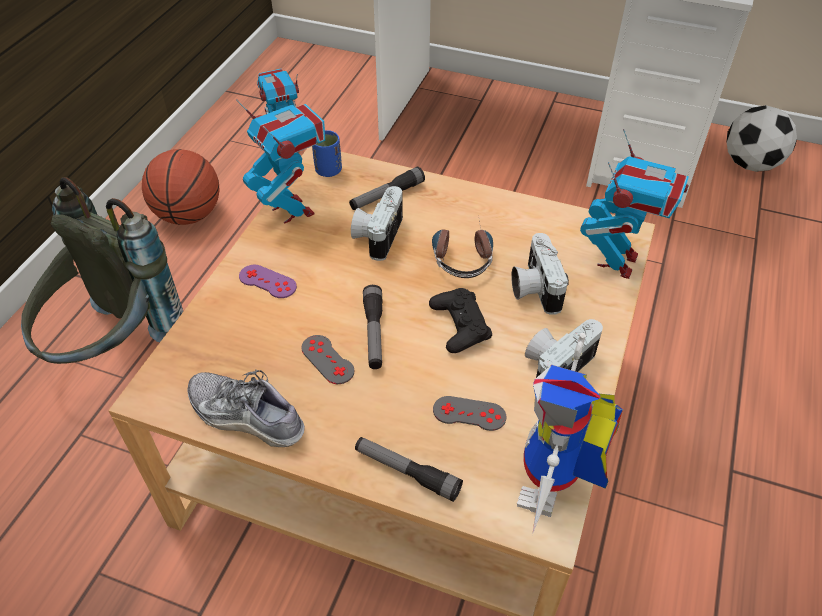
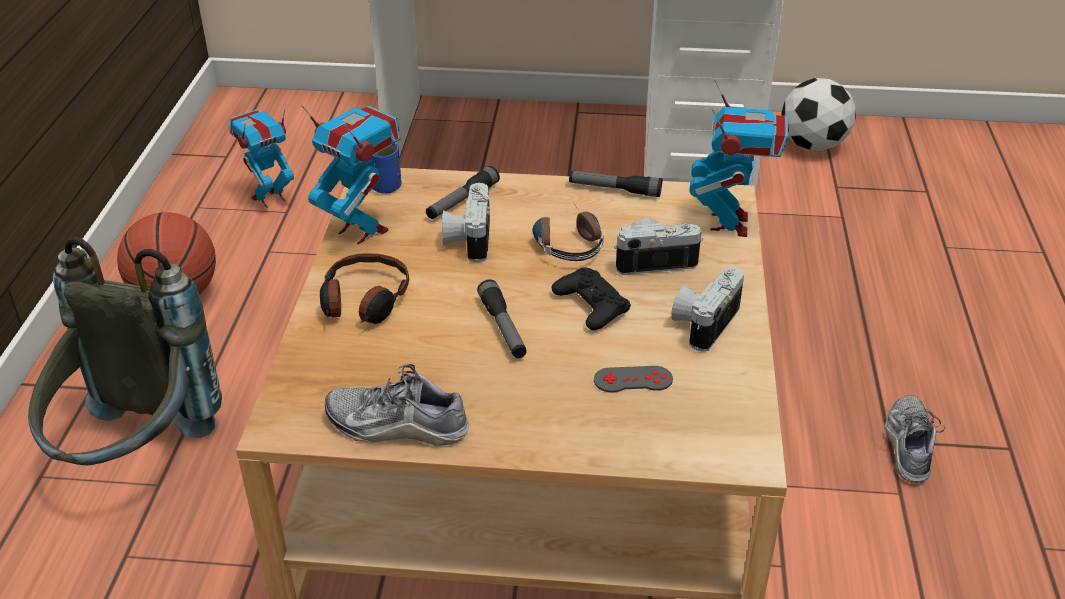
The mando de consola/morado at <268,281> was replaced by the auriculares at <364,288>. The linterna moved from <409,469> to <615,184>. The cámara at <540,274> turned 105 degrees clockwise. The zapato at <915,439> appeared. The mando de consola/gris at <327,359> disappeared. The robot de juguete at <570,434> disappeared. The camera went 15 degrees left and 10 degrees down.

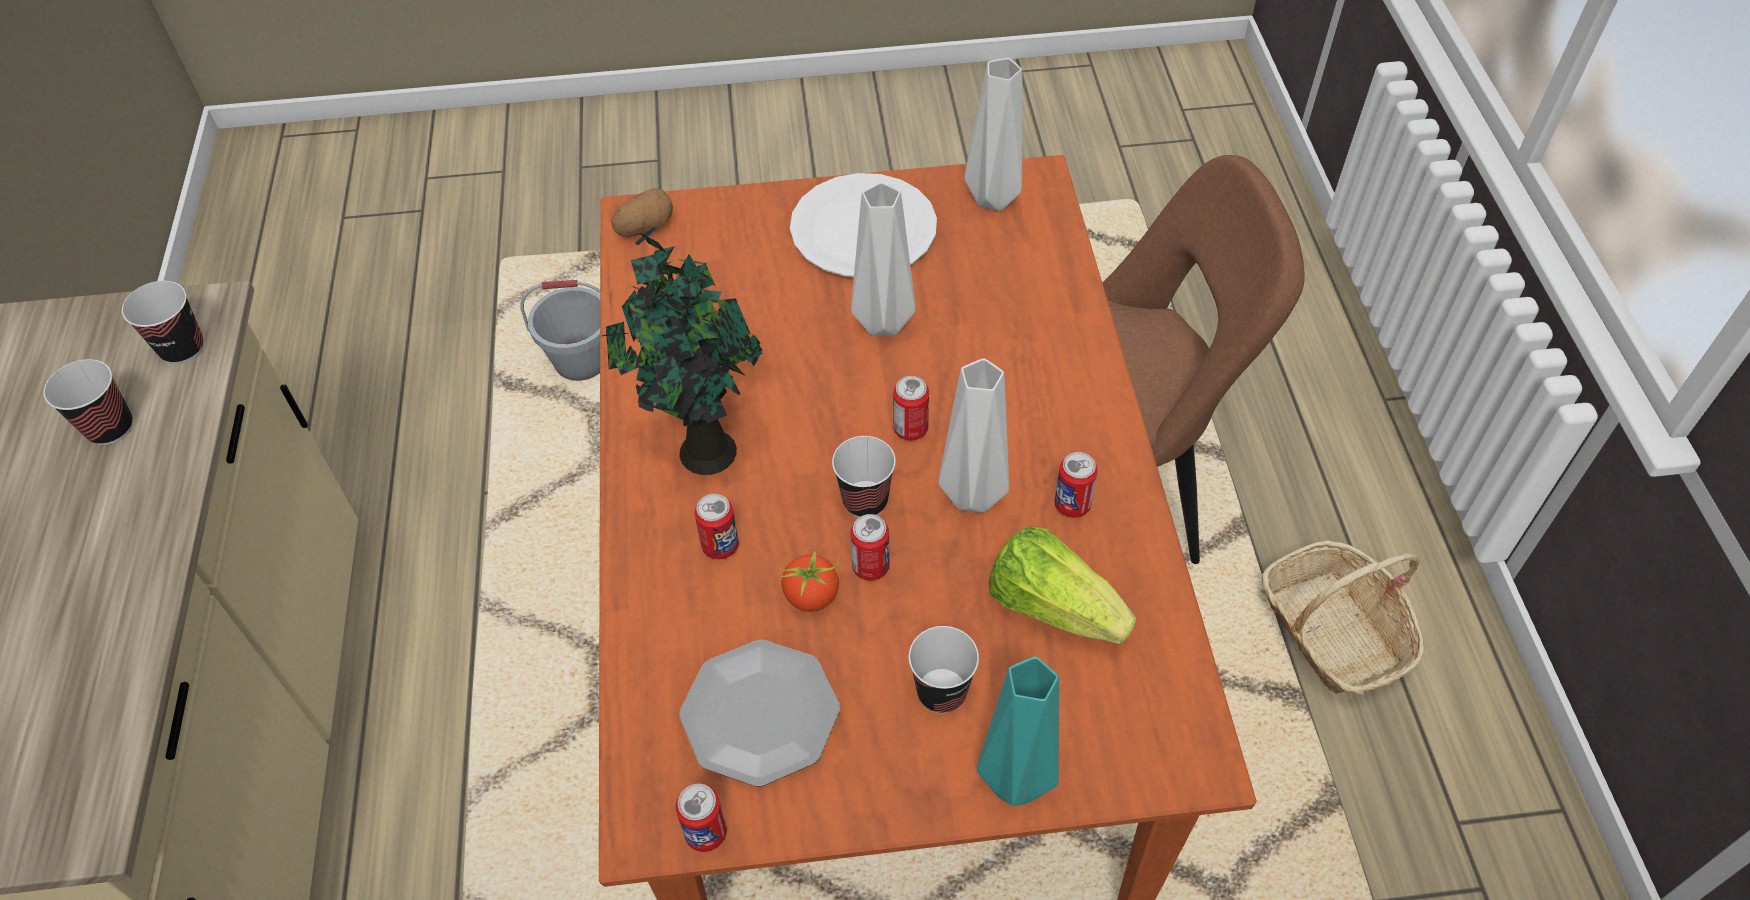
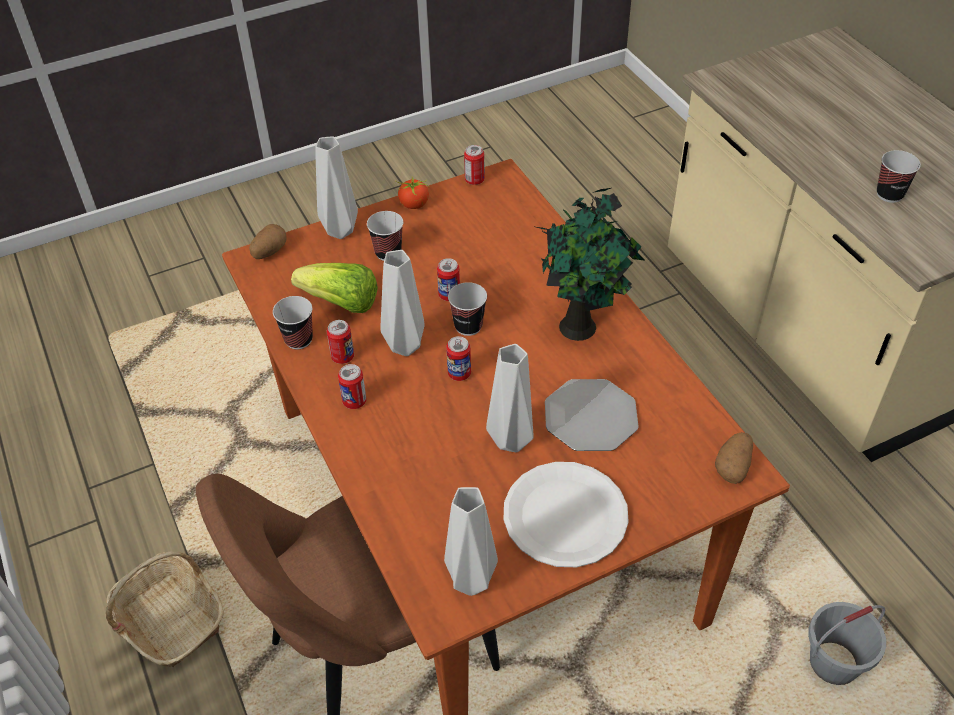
The patata at <268,241> appeared. The taza moved from <163,322> to <293,322>. The florero/turquesa at <1018,731> became the florero/gris at <336,187>. The lata moved from <716,527> to <352,386>. The tomate moved from <809,579> to <412,193>. The plato moved from <759,713> to <592,415>. The camera went 160 degrees right and 5 degrees down.

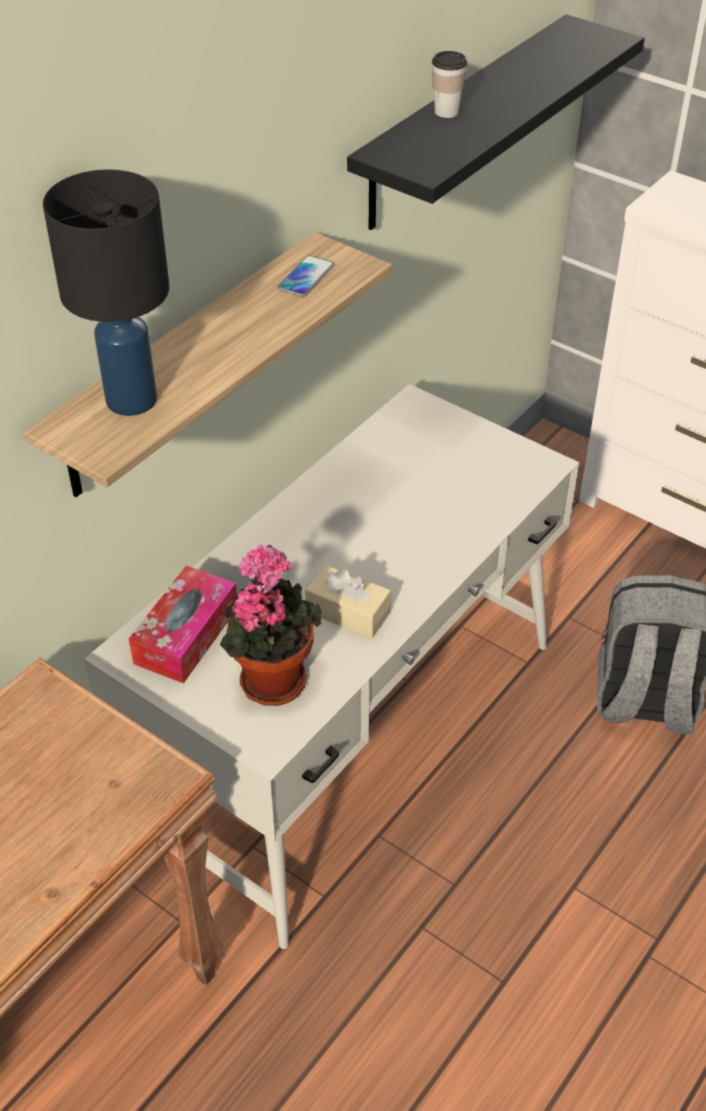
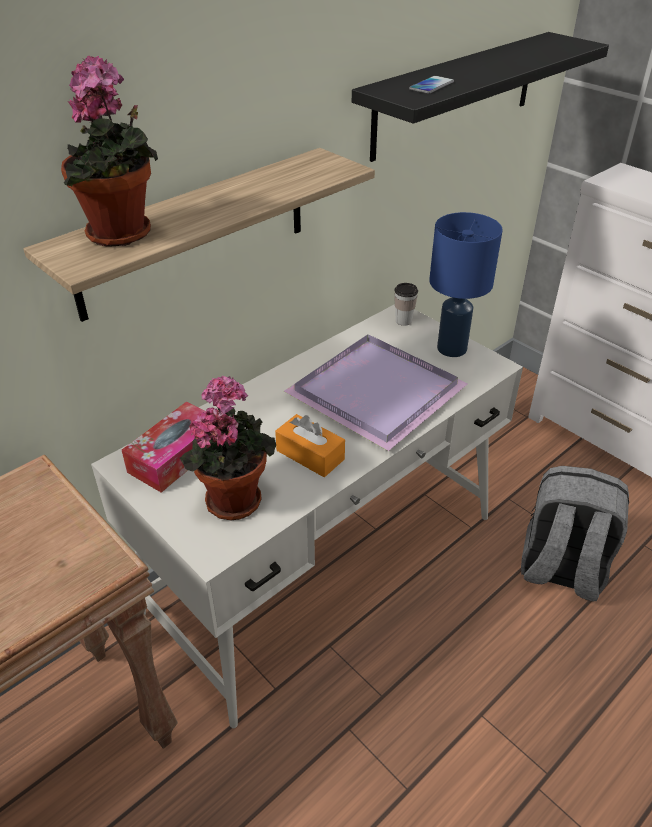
The lámpara de mesa/negro at <106,292> was replaced by the planta en maceta at <109,151>. The caja de pañuelos/beis at <348,602> became the caja de pañuelos/naranja at <310,445>. The bandeja/morado at <375,392> appeared. The taza moved from <449,84> to <406,304>. The móvil moved from <306,276> to <431,85>. The lámpara de mesa/azul at <466,284> appeared. The camera went 10 degrees right and 5 degrees down.

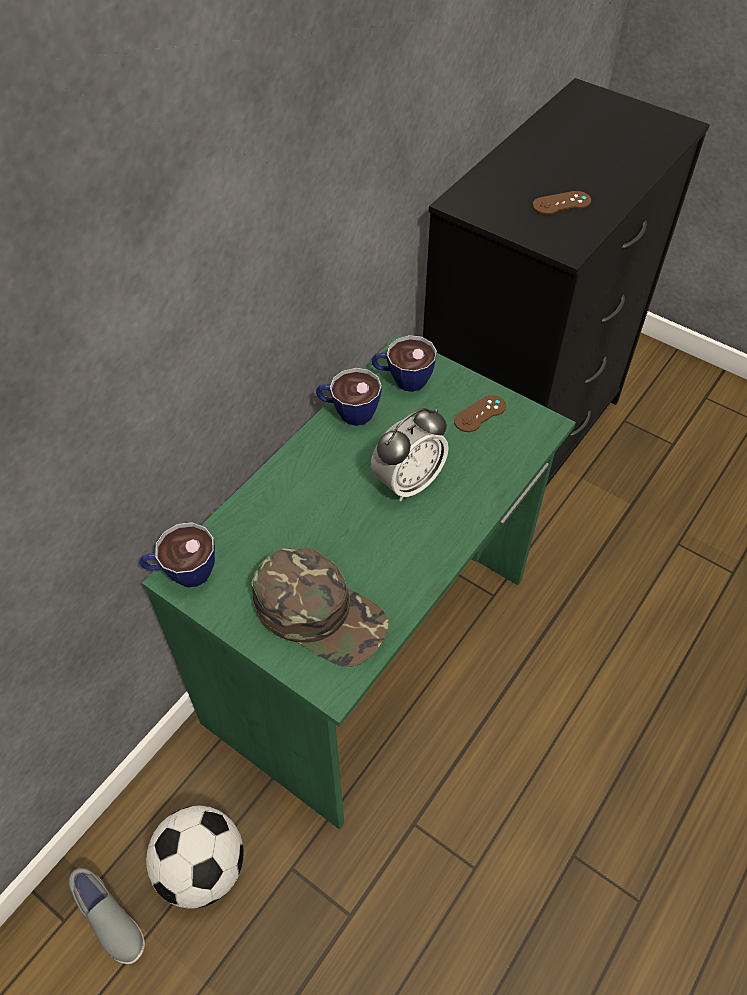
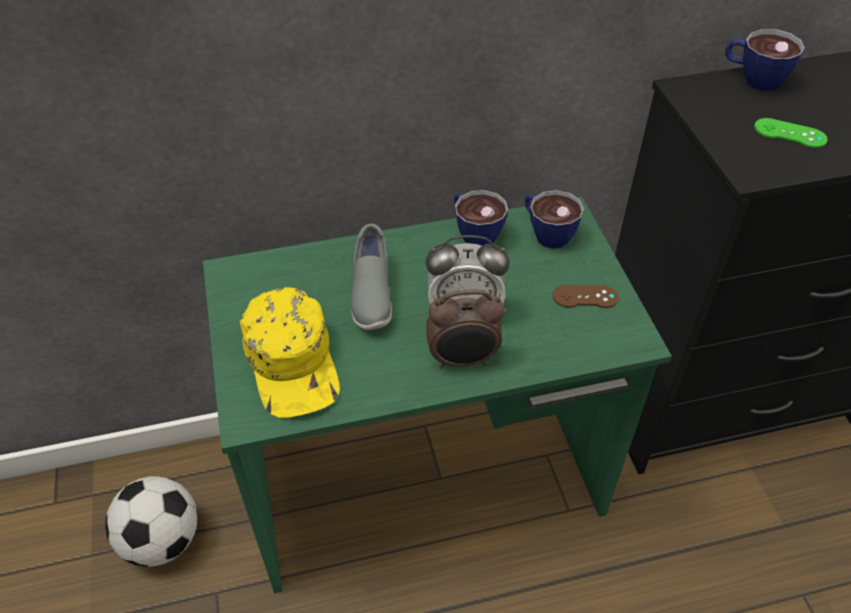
The gorra/verde at <320,607> became the gorra/amarillo at <290,352>. The zapato/gris moved from <107,916> to <371,277>. The despertador at <465,329> appeared. The taza moved from <177,554> to <765,60>. The mando de consola/marrón at <562,203> became the mando de consola/verde at <790,133>. The camera went 40 degrees right and 5 degrees down.

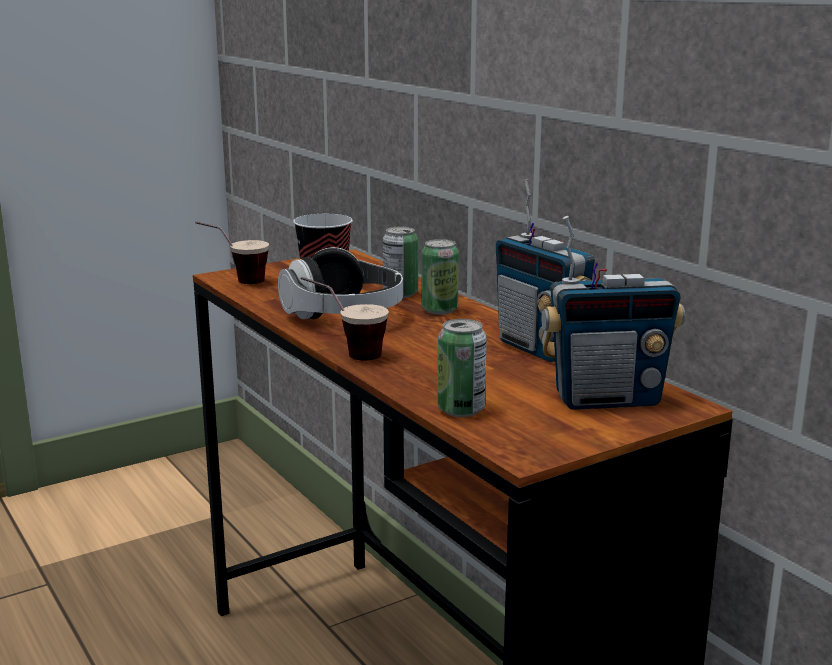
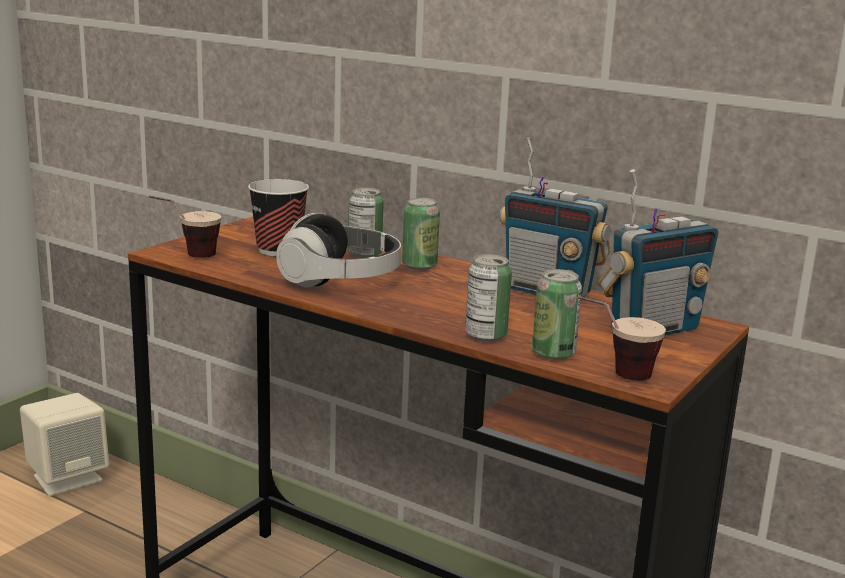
The altavoz/beis at <65,444> appeared. The lata at <488,298> appeared. The taza moved from <345,318> to <621,338>. The camera went 25 degrees left and 0 degrees up.

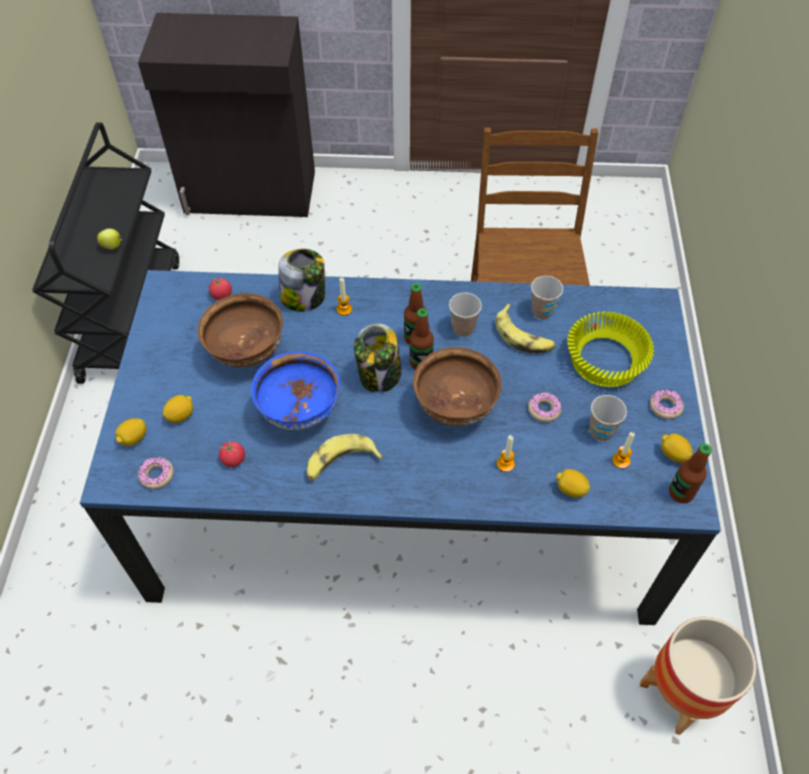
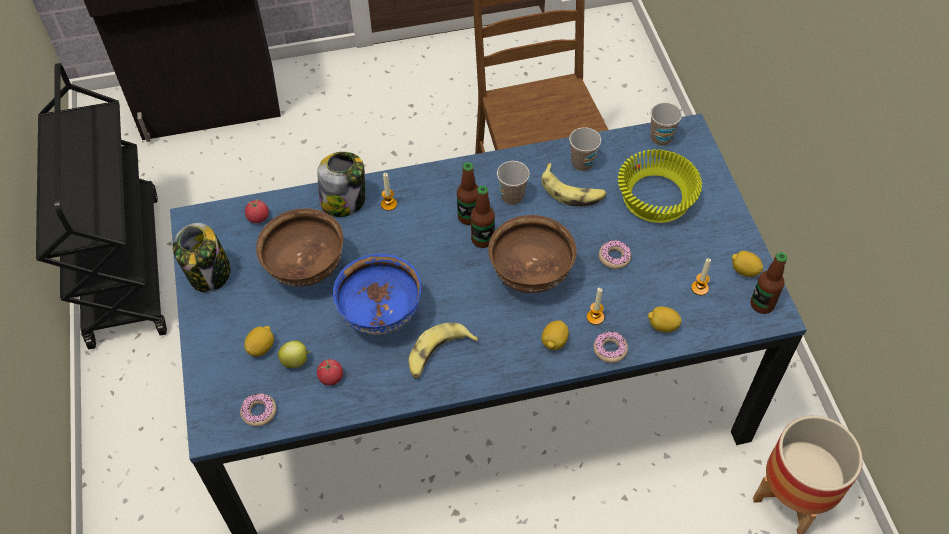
The tarro moved from <378,358> to <202,258>. The manzana moved from <109,239> to <294,354>. The limón moved from <130,432> to <555,335>. The rosquilla moved from <667,404> to <610,347>. The taza moved from <608,418> to <666,124>. The camera went 15 degrees left and 0 degrees up.

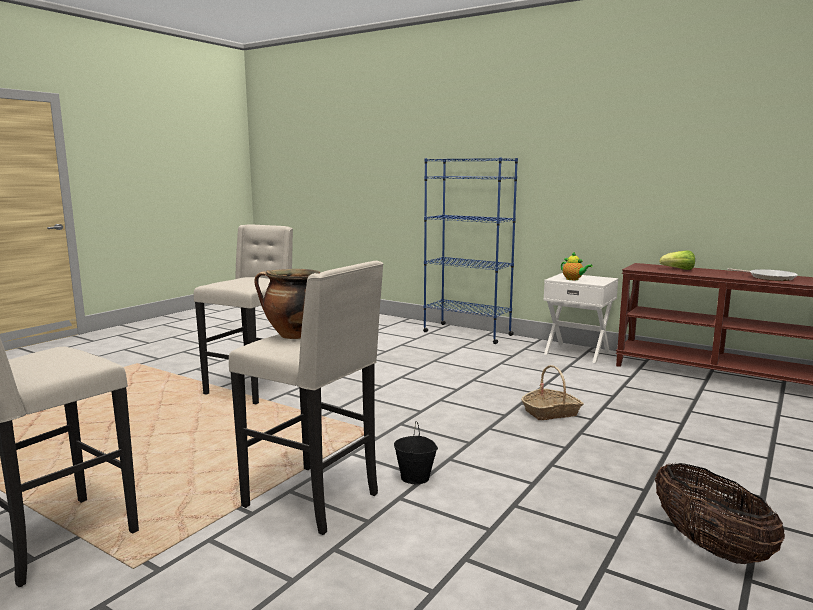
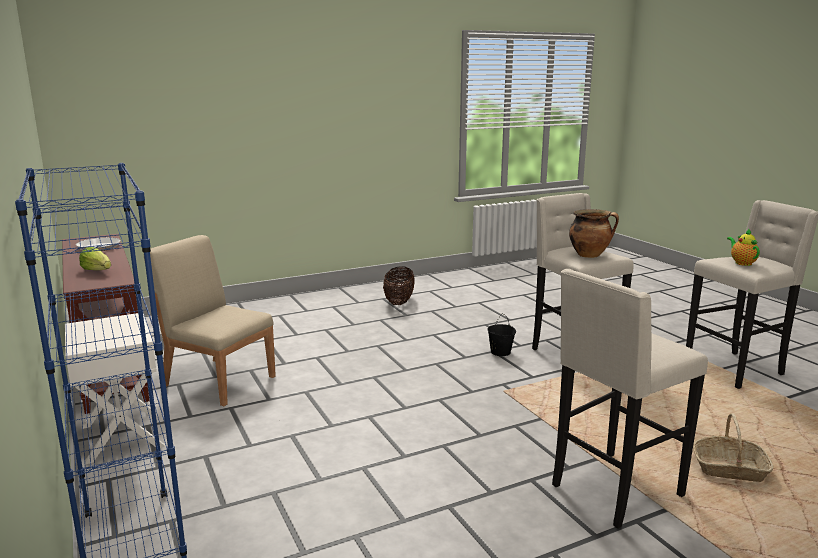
The silla/beis at <210,320> appeared. The cesta moved from <552,392> to <733,447>. The tetera moved from <577,265> to <743,247>. The camera went 150 degrees left and 5 degrees up.

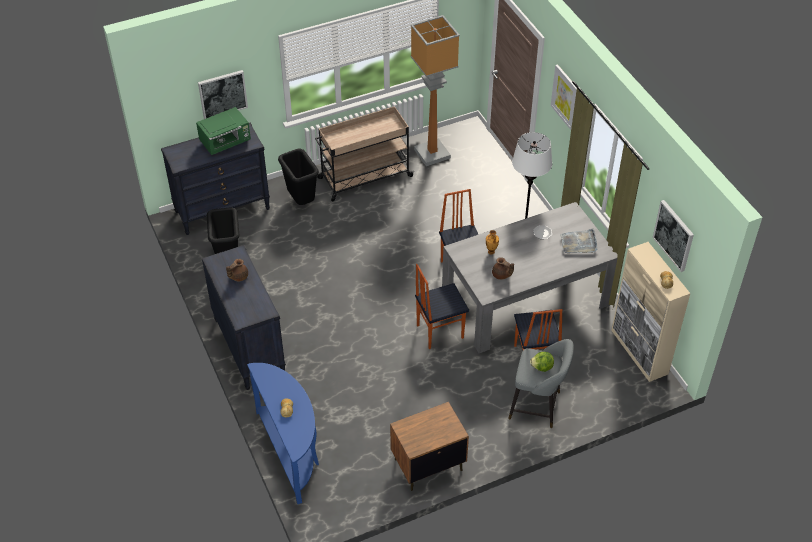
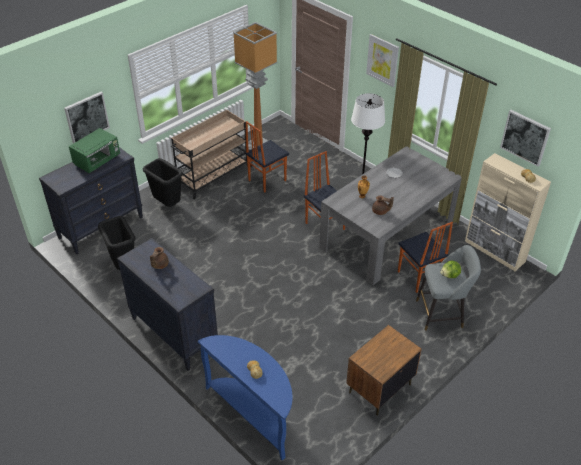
The silla moved from <442,306> to <267,157>. The bandeja/gris at <579,241> disappeared. The camera went 20 degrees left and 5 degrees down.

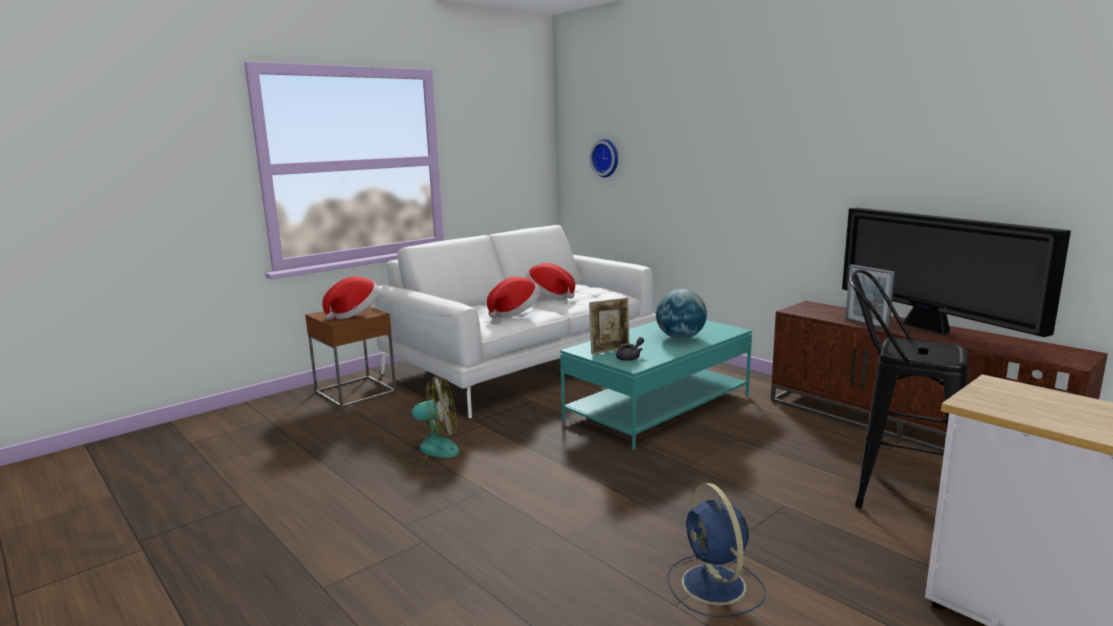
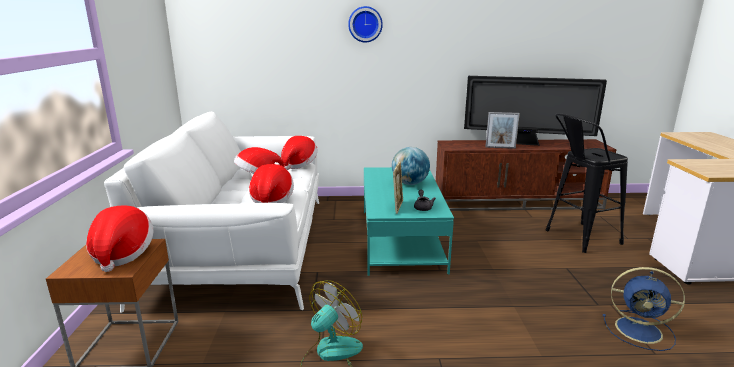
The sombrero at <299,153> appeared. The reloj de pared moved from <604,158> to <365,24>. The camera went 50 degrees left and 5 degrees up.

